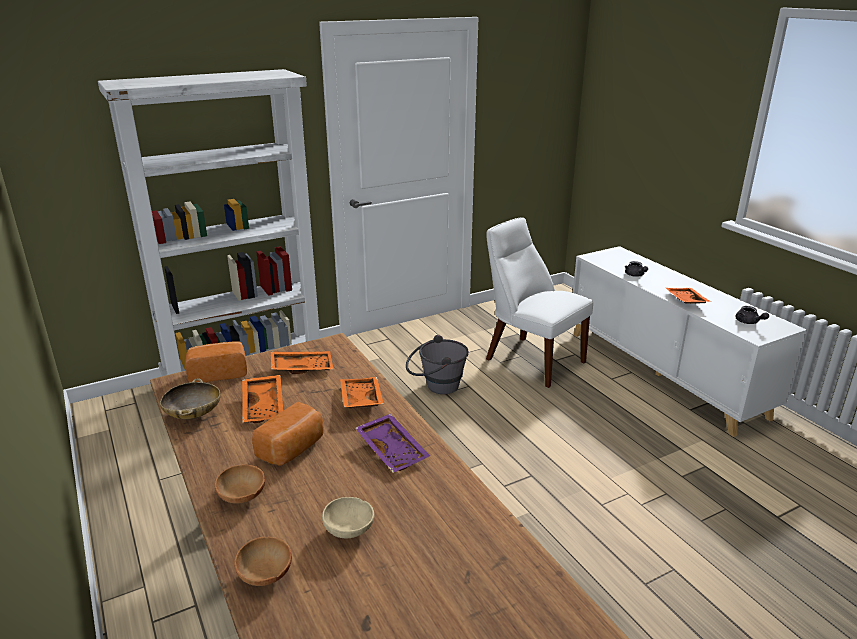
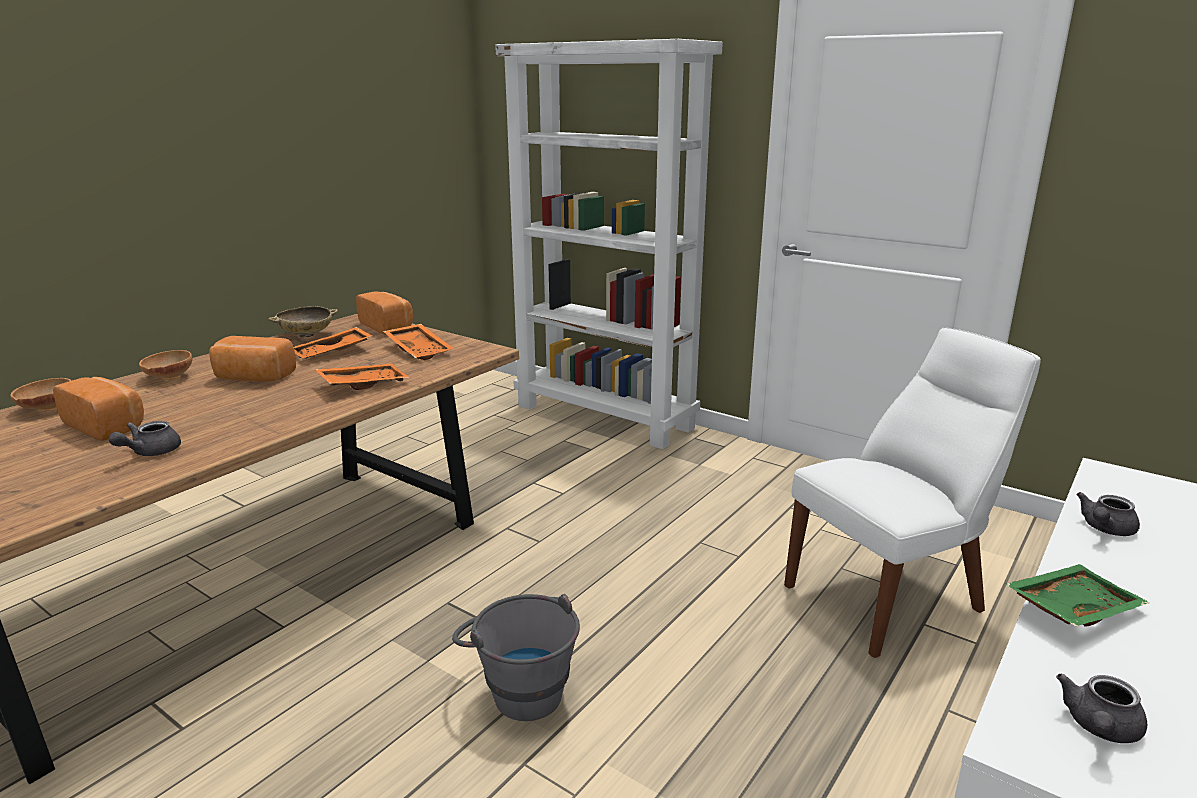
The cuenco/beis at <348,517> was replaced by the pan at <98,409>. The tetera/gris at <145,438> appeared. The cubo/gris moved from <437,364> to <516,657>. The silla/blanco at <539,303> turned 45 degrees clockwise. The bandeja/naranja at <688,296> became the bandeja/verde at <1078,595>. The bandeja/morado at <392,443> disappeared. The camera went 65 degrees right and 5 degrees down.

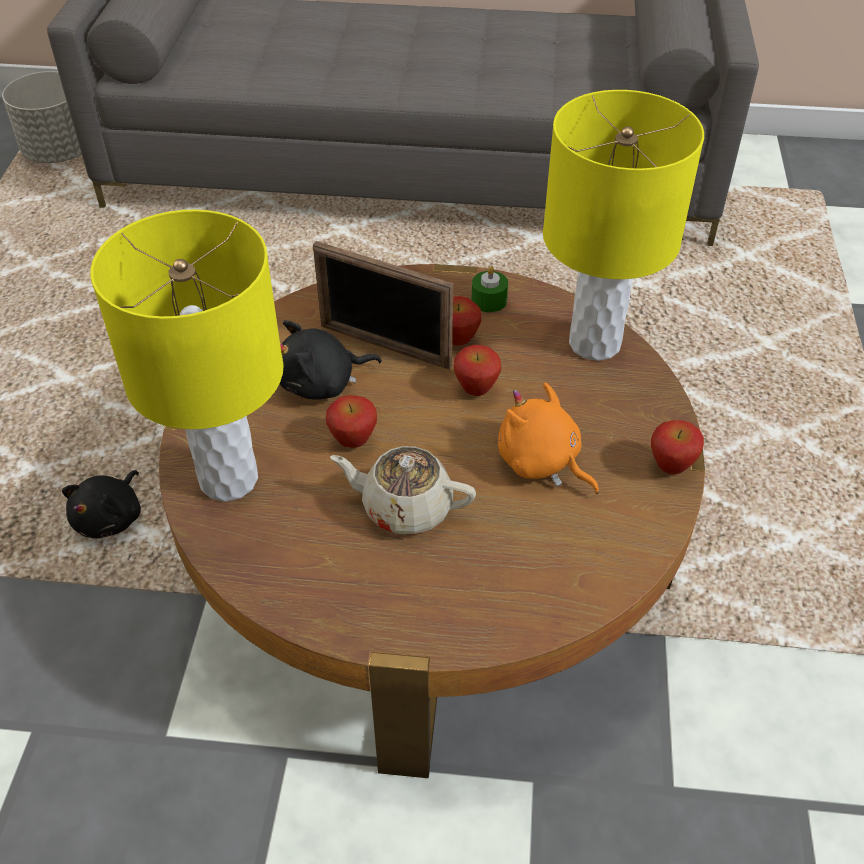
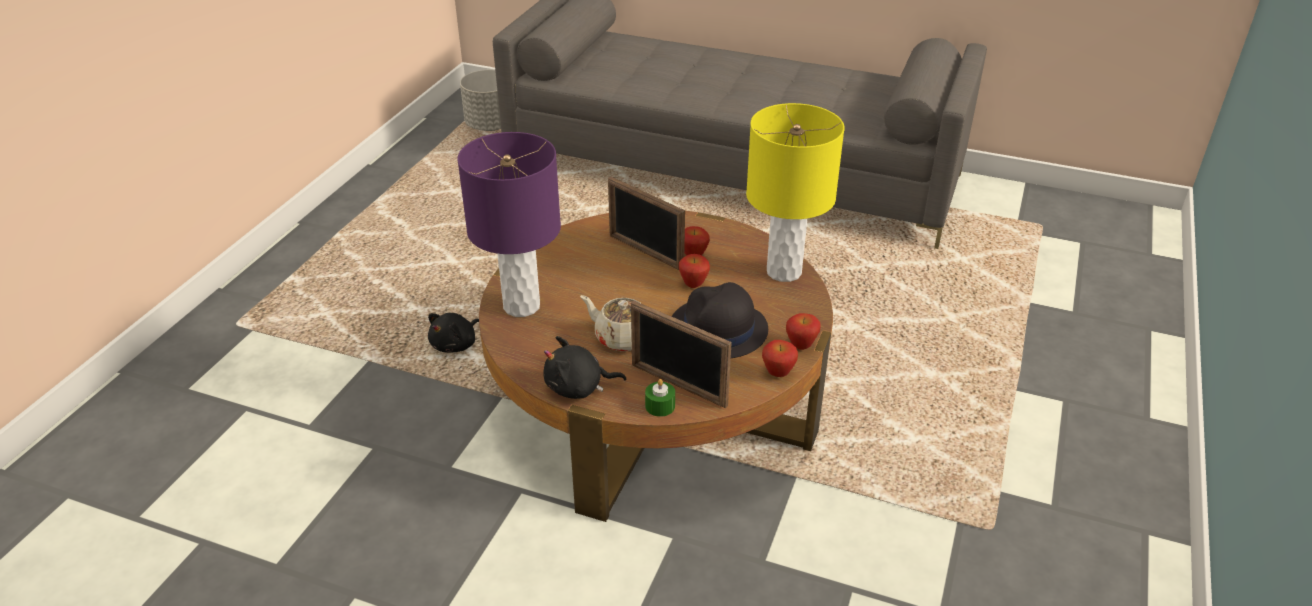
The lámpara de mesa/amarillo at <187,356> became the lámpara de mesa/morado at <509,224>. The peluche/negro moved from <331,360> to <584,367>. The portarretratos at <681,354> appeared. The vela/verde moved from <489,289> to <660,398>. The peluche/naranja at <548,438> was replaced by the sombrero/negro at <720,320>. The manzana moved from <351,421> to <780,358>. The camera went 15 degrees right and 10 degrees down.

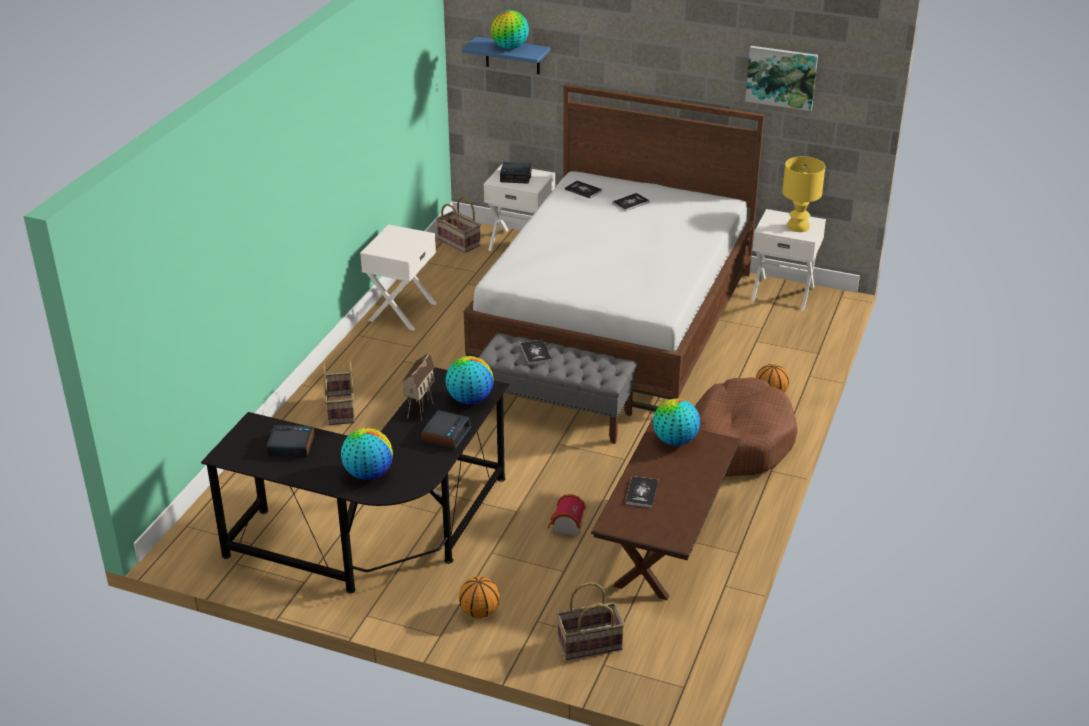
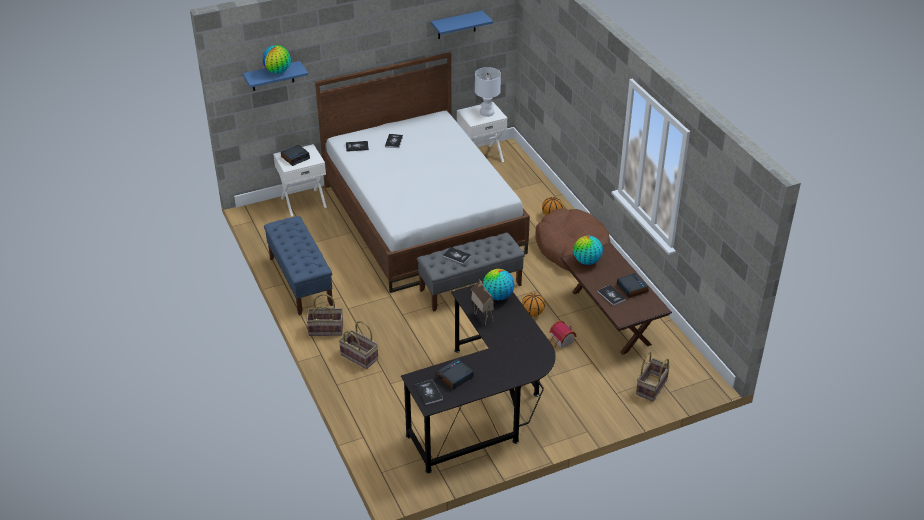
The mesita de noche/blanco at <398,277> was replaced by the banco/azul at <298,265>. The cesta moved from <458,225> to <324,315>. The libro at <429,392> appeared. The cuadro at <781,78> was replaced by the estante/azul at <462,25>. The lámpara de mesa/amarillo at <803,194> became the lámpara de mesa/blanco at <488,92>. The balón de baloncesto moved from <479,597> to <533,305>. The despertador moved from <446,429> to <633,285>. The globo terráqueo at <367,454> disappeared. The camera went 45 degrees left and 5 degrees up.

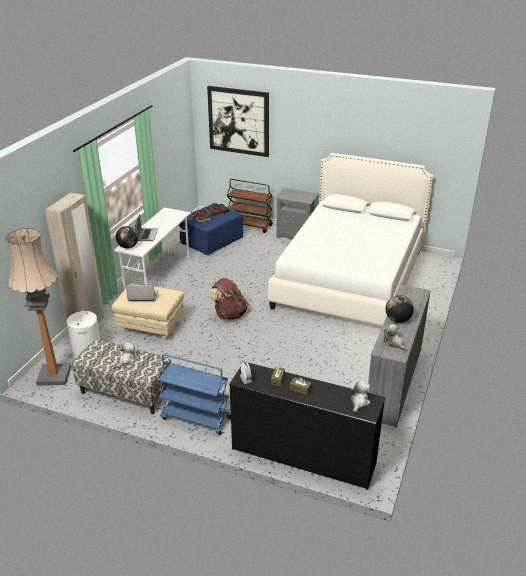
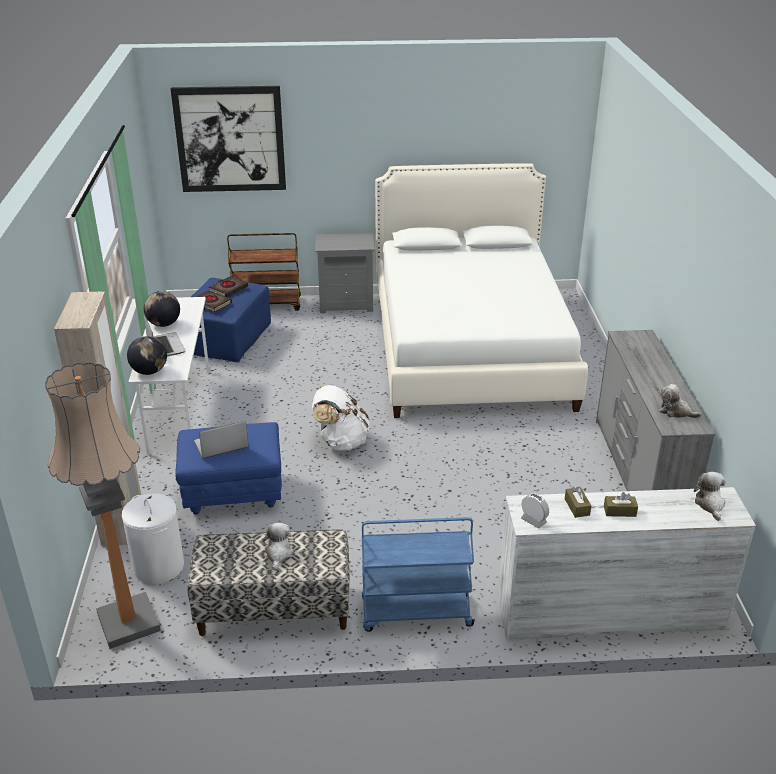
The globo terráqueo moved from <400,309> to <162,309>. The puf/beis at <148,311> became the puf/azul at <228,468>. The mochila/marrón at <228,299> became the mochila/blanco at <341,418>. The cómoda/negro at <307,426> became the cómoda/blanco at <627,564>. The camera went 25 degrees left and 0 degrees up.

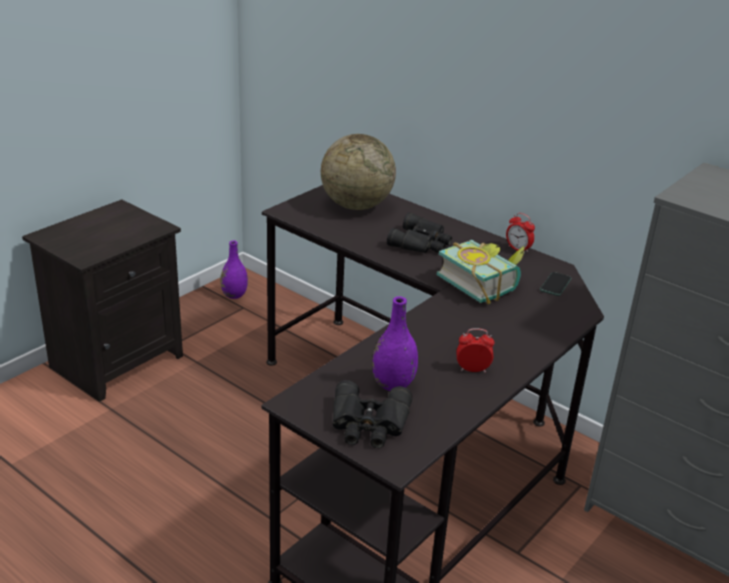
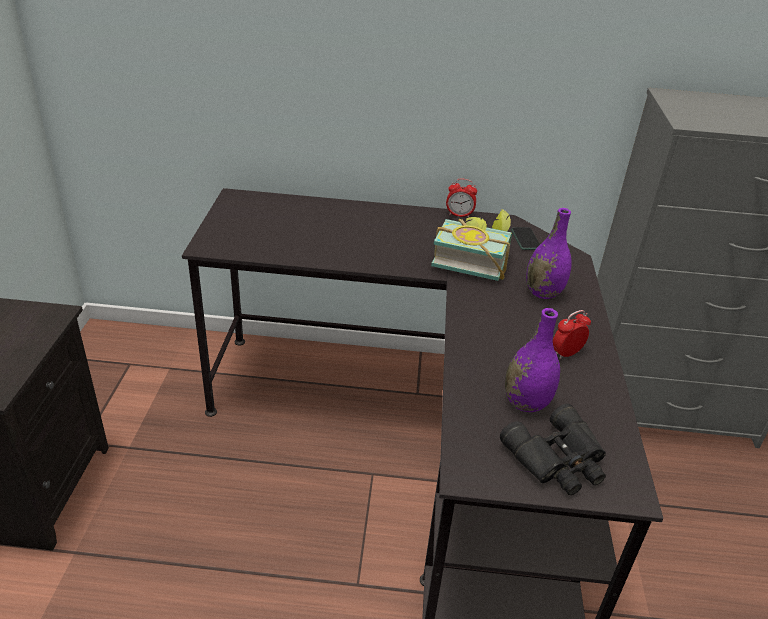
The florero/morado moved from <234,269> to <549,253>. The globo terráqueo at <358,172> disappeared. The prismáticos/negro at <419,232> disappeared. The camera went 35 degrees left and 5 degrees up.

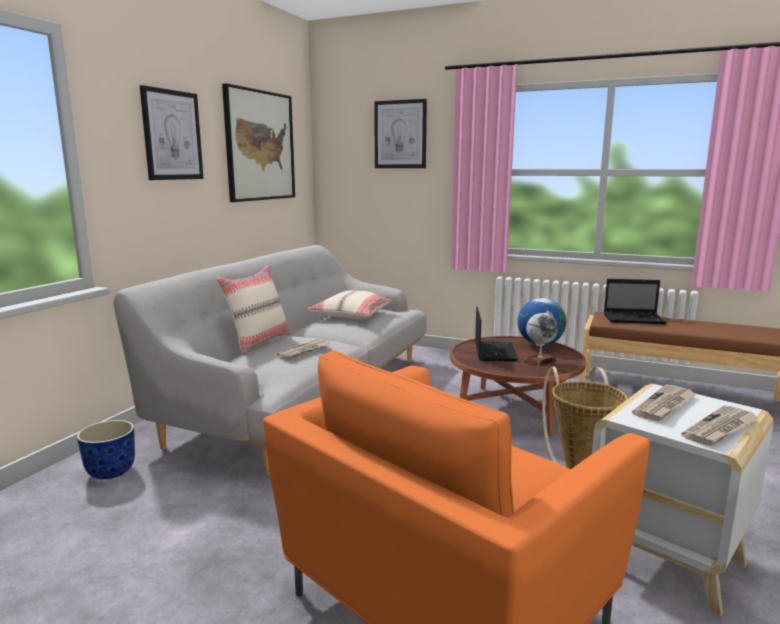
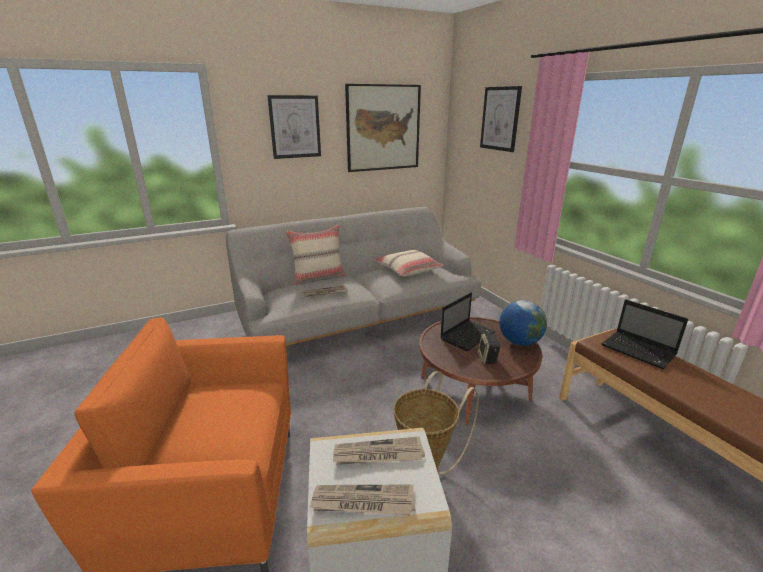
The globo terráqueo at <541,339> was replaced by the altavoz at <489,348>. The maceta at <106,449> disappeared. The camera went 40 degrees right and 10 degrees up.

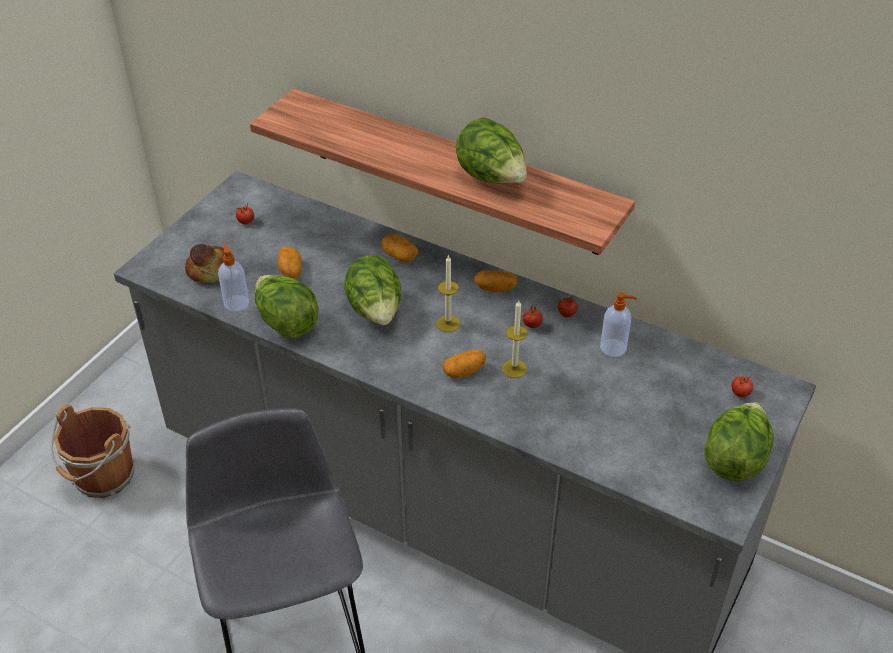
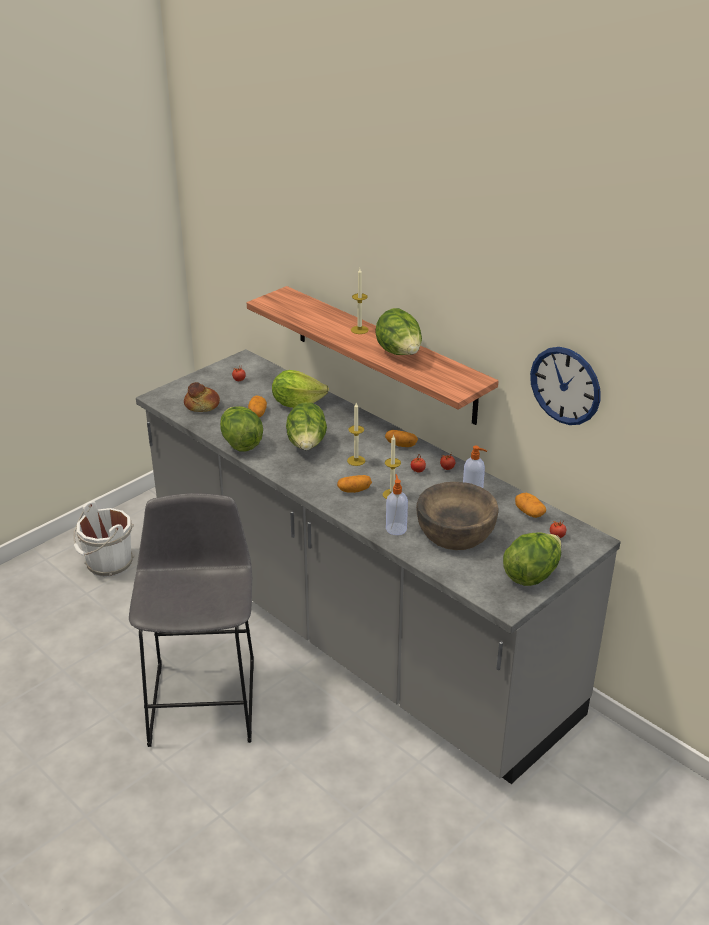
The cubo/marrón at <92,451> became the cubo/blanco at <103,539>. The lechuga at <300,389> appeared. The vela at <360,301> appeared. The dispensador de jabón moved from <233,276> to <397,504>. The cuenco/marrón at <457,516> appeared. The patata moved from <399,248> to <530,505>. The reloj de pared at <565,386> appeared. The camera went 15 degrees right and 10 degrees down.

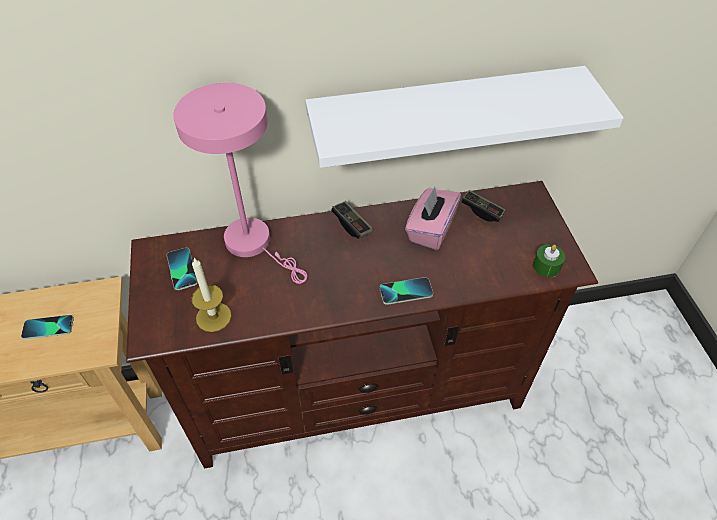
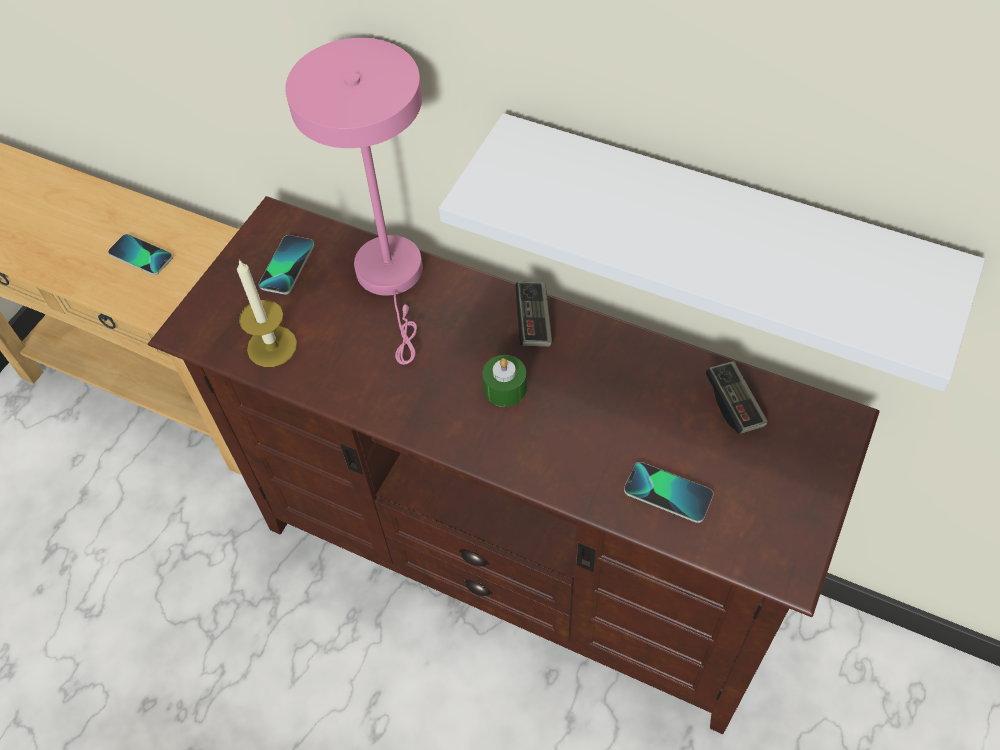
The vela/verde moved from <549,260> to <504,381>. The móvil moved from <406,291> to <668,492>. The caja de pañuelos/rosa at <433,218> disappeared. The camera went 40 degrees right and 5 degrees up.

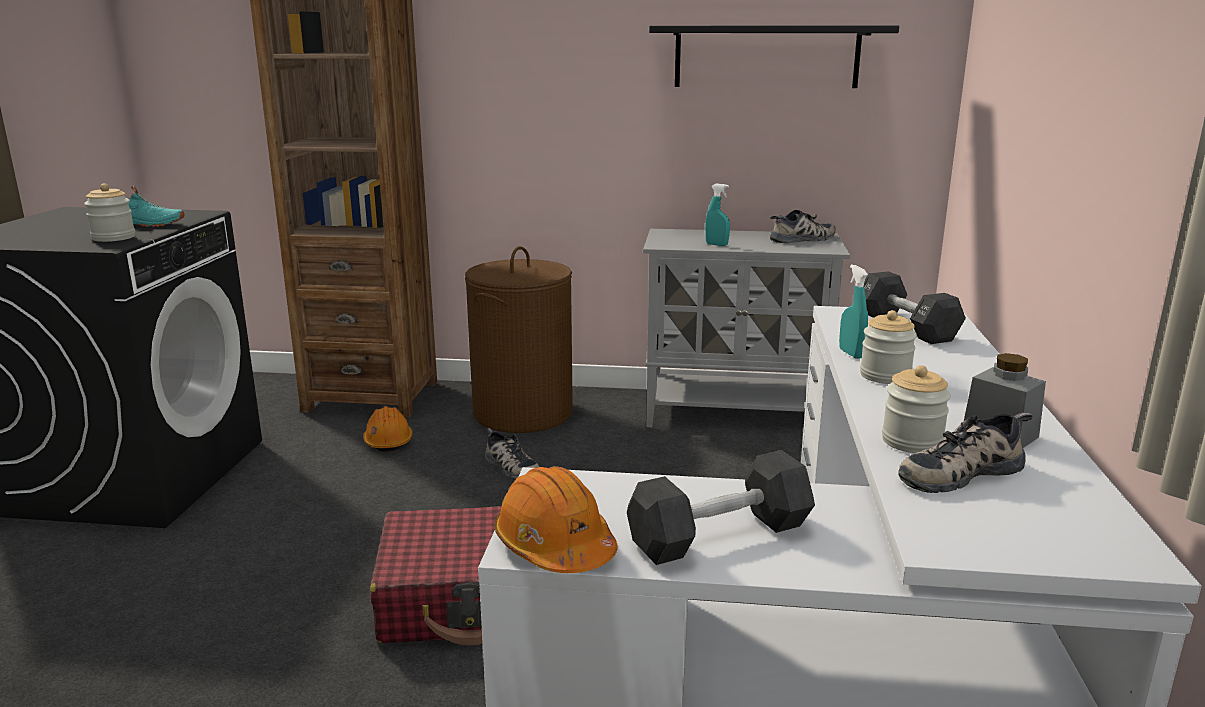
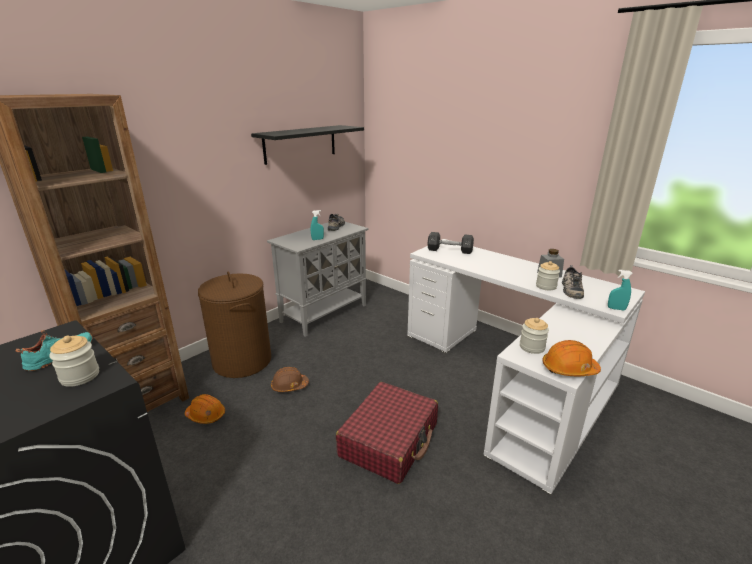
The zapato at <512,453> was replaced by the casco/marrón at <290,379>. The tarro moved from <888,347> to <534,336>. The pulverizador/turquesa moved from <853,311> to <620,290>. The mancuerna/negro at <721,507> disappeared. The camera went 55 degrees left and 5 degrees up.

